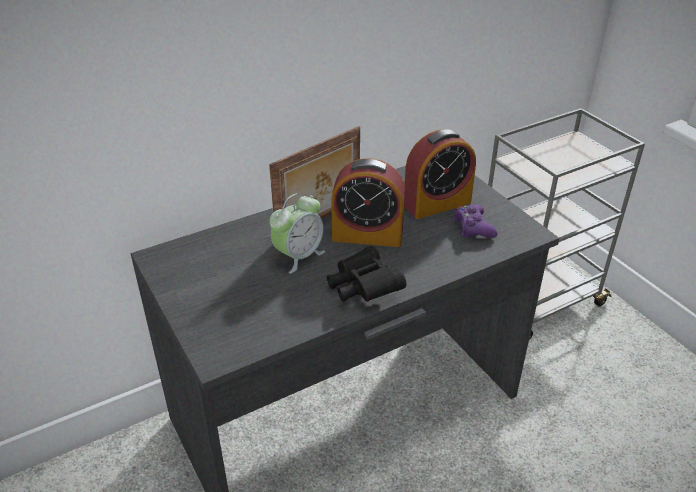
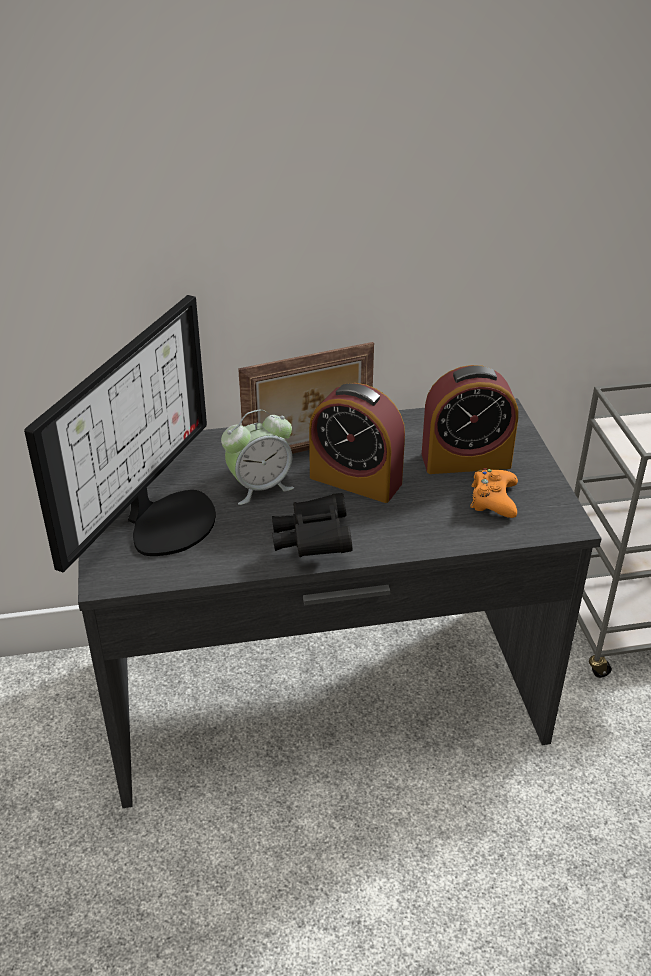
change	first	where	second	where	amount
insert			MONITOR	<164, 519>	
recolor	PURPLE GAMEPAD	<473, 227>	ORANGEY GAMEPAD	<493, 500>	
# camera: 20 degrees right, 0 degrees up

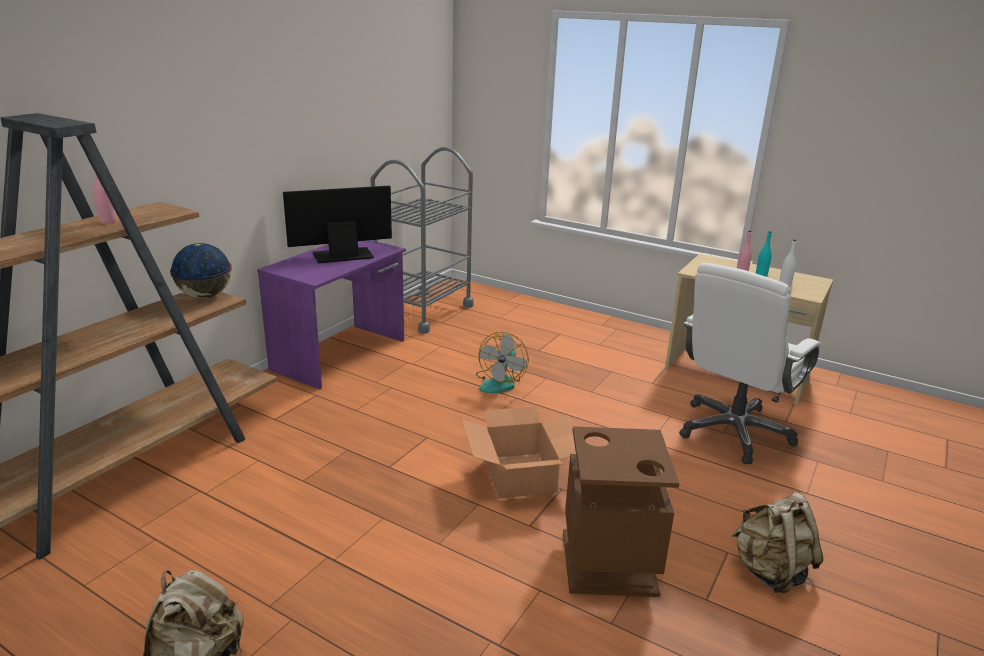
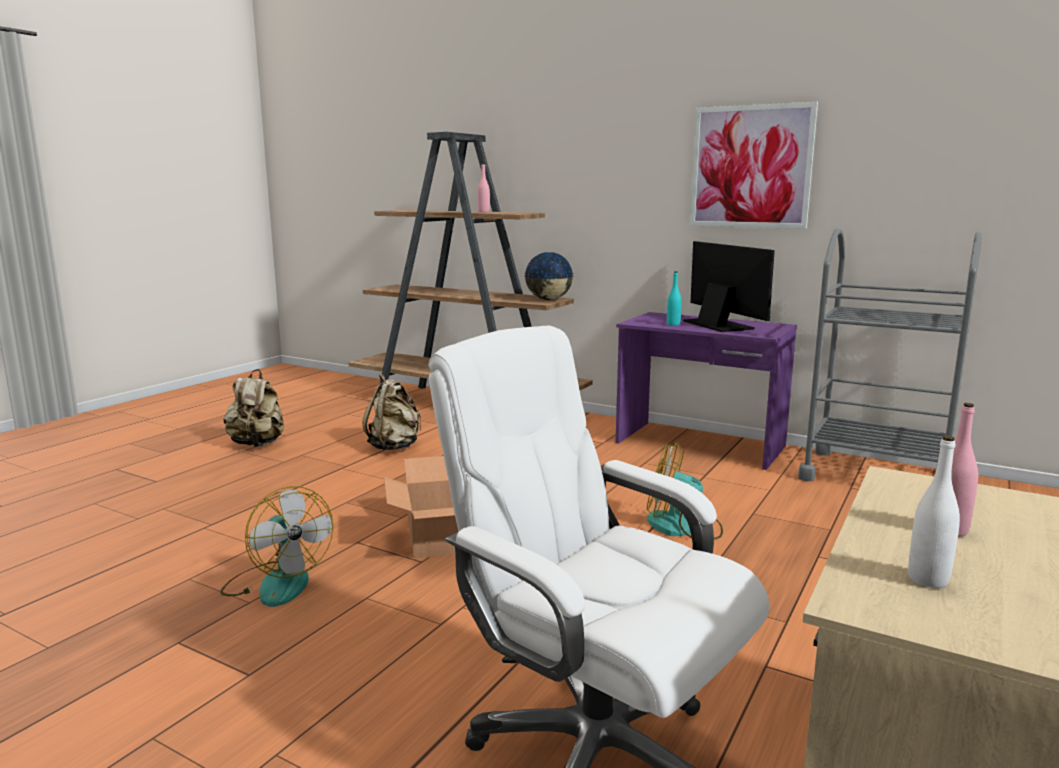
change	first	where	second	where	amount
insert			WALL ART	<750, 167>	
move	SAND-COLOURED RUCKSACK	<770, 572>		<395, 447>	
move	BLUE-GREEN BEVERAGE BOTTLE	<761, 275>		<673, 324>	
replace	BROWNISH RUBBISH BIN	<607, 562>	COOLING FAN	<277, 582>	
# camera: 90 degrees right, 10 degrees down

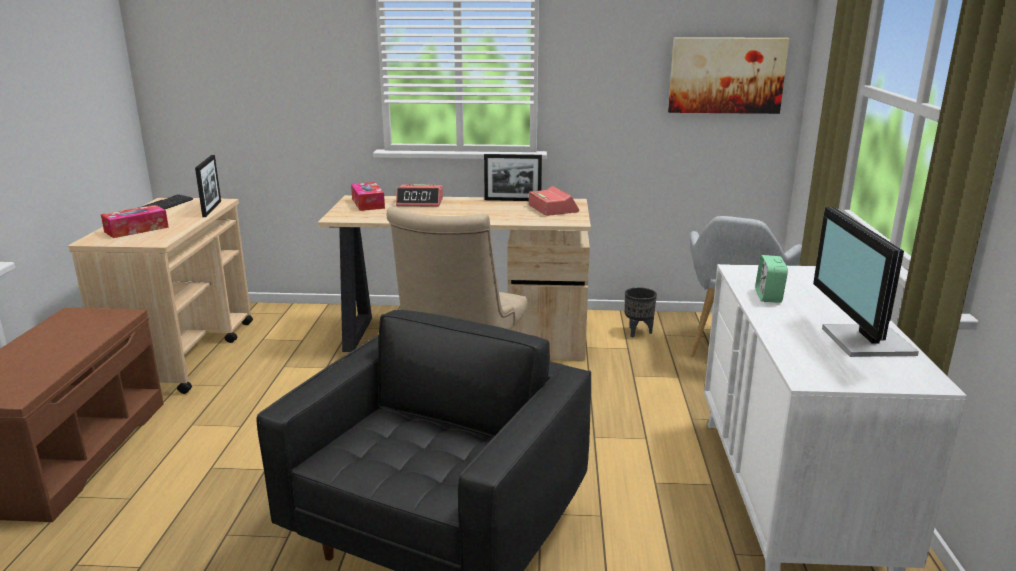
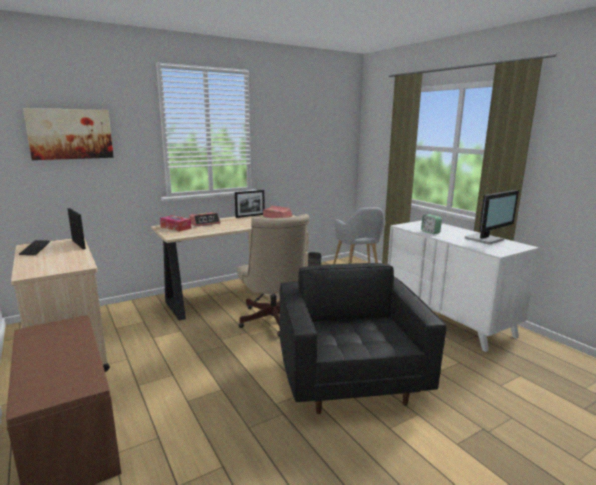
change	first	where	second	where	amount
delete	TISSUE HOLDER	<136, 229>			
move	WALL ART	<726, 75>		<70, 134>	
rotate	MONITOR	<864, 342>		<486, 239>	90 degrees counterclockwise
# camera: 35 degrees left, 5 degrees down

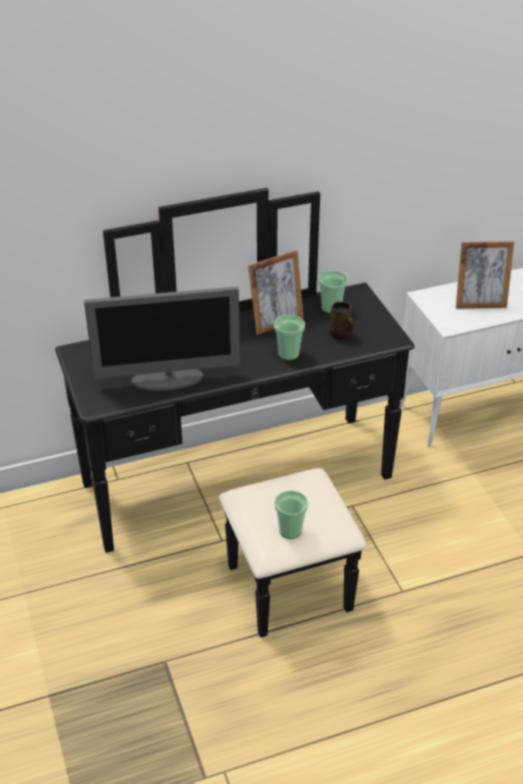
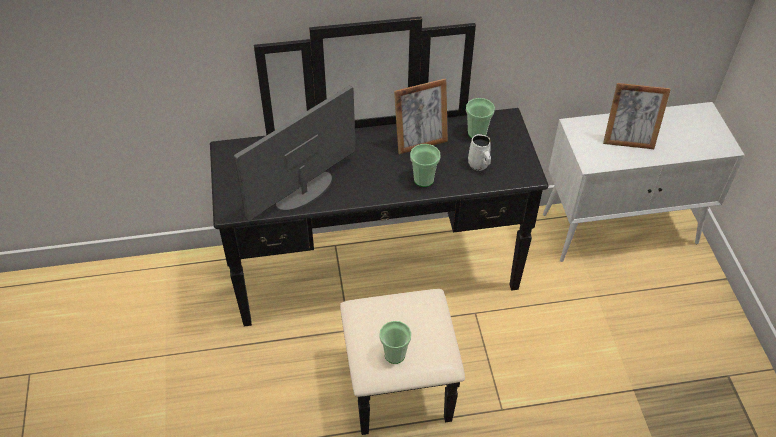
change	first	where	second	where	amount
recolor	BROWNISH MUG	<341, 335>	WHITISH MUG	<479, 165>	
rotate	MONITOR	<168, 379>		<304, 192>	135 degrees clockwise
# camera: 10 degrees right, 10 degrees up

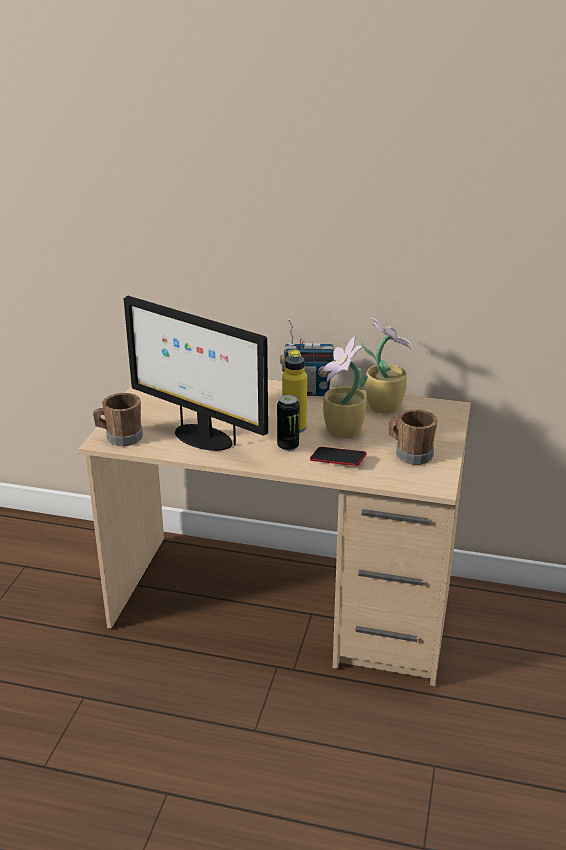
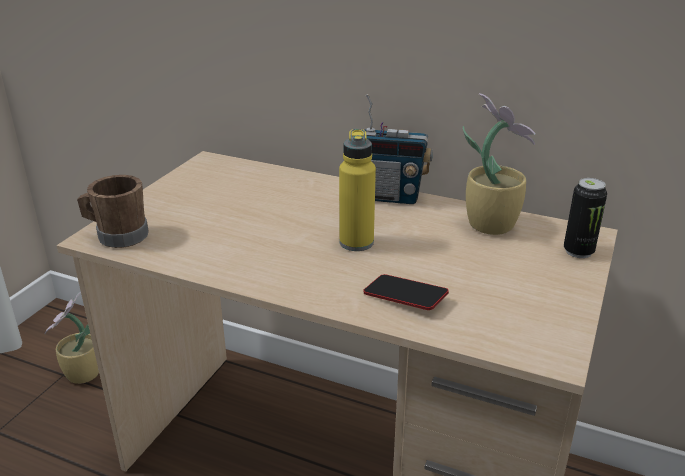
change	first	where	second	where	amount
delete	MONITOR	<201, 437>			
delete	BROWNISH MUG	<410, 454>			
move	METAL CAN	<288, 446>		<578, 251>	
move	PLANT IN A POT	<343, 432>		<82, 375>	
# camera: 10 degrees right, 0 degrees up

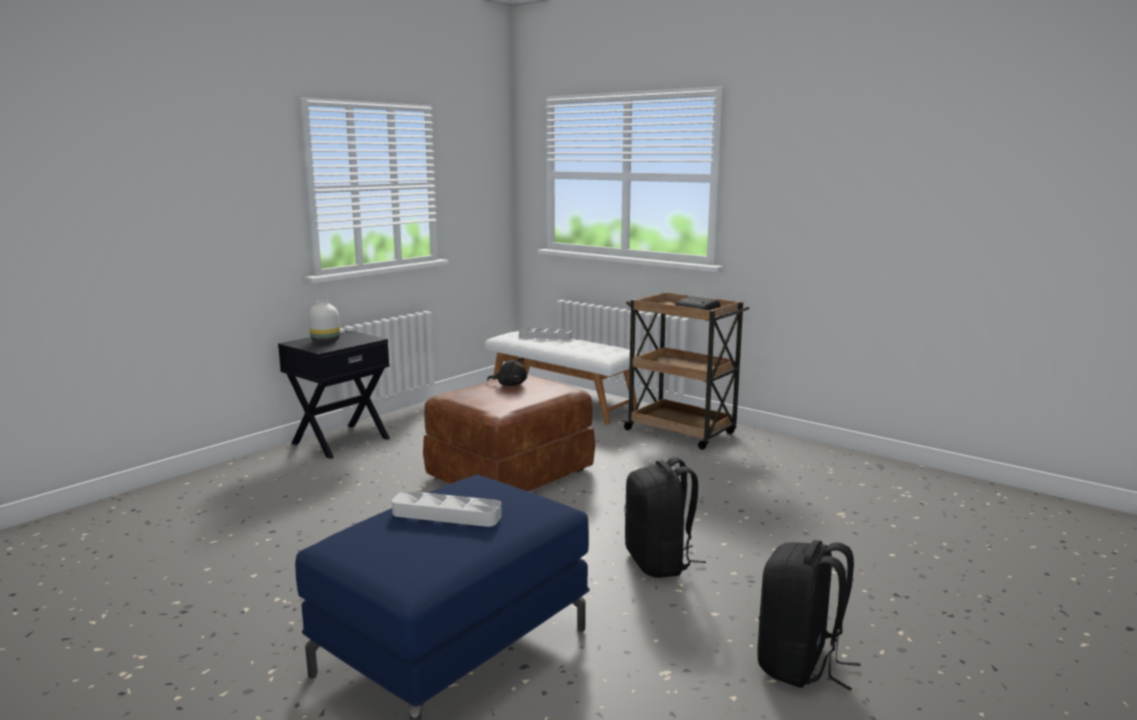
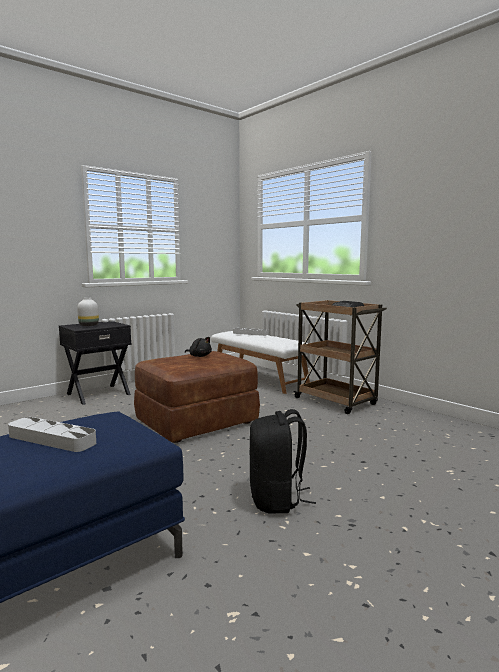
change	first	where	second	where	amount
delete	BLACKISH RUCKSACK	<800, 664>			
# camera: 10 degrees right, 5 degrees down

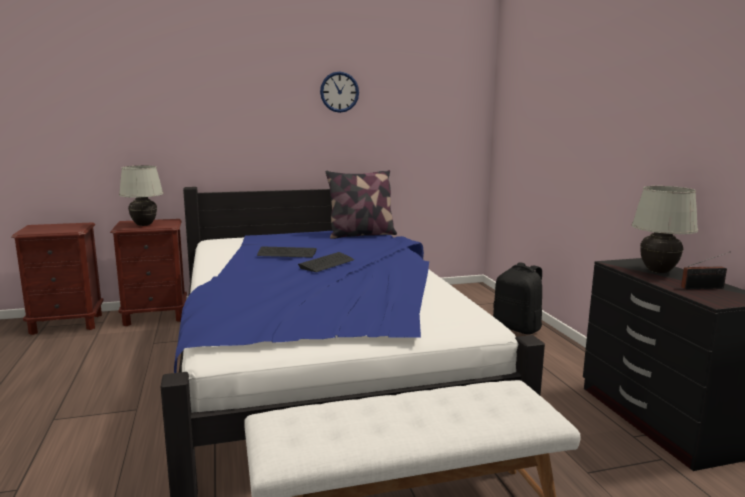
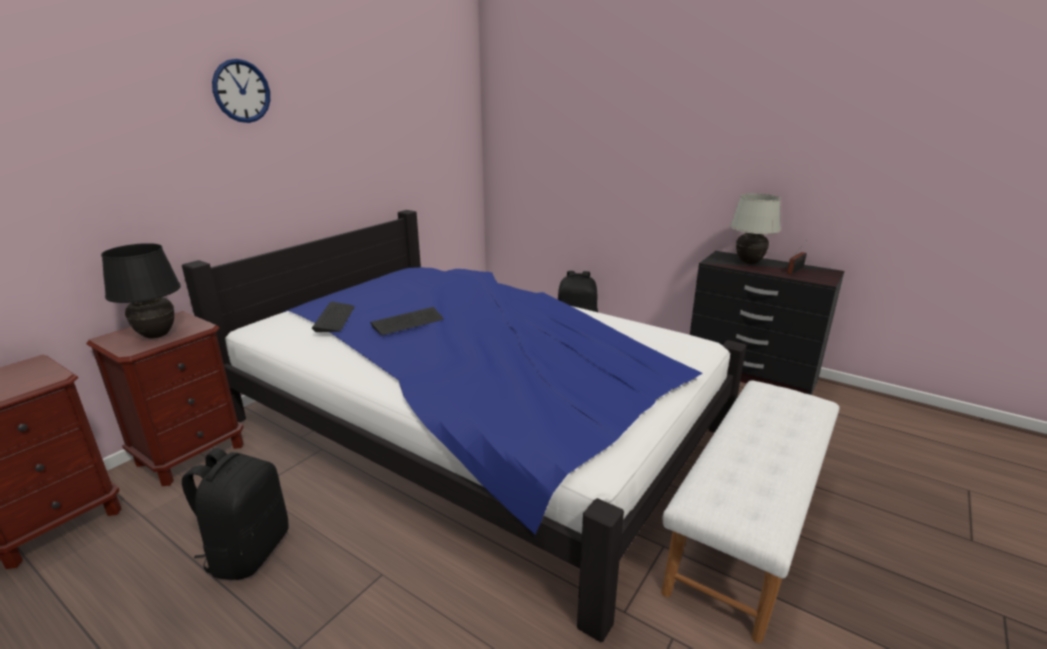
change	first	where	second	where	amount
delete	PILLOW	<361, 235>			
insert			BLACKISH RUCKSACK	<248, 551>	
move	PC KEYBOARD	<327, 263>		<334, 318>	
move	HANGING CLOCK	<339, 92>		<241, 91>	
recolor	WHITISH TABLETOP LAMP	<144, 225>	BLACKISH TABLETOP LAMP	<157, 335>	
# camera: 40 degrees left, 10 degrees up

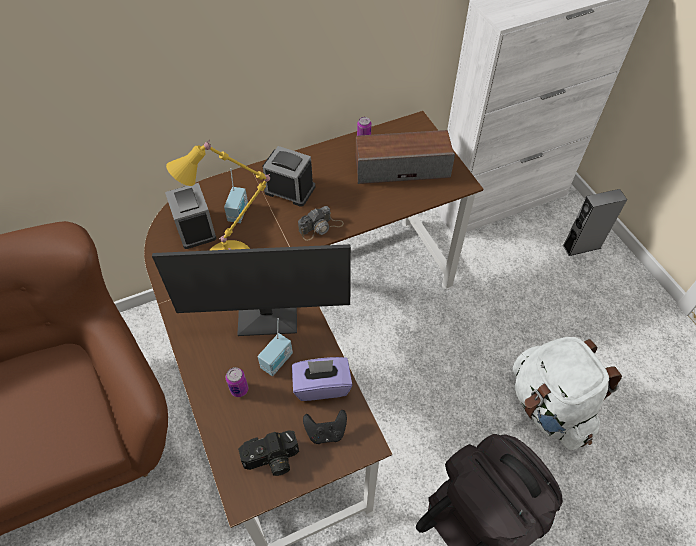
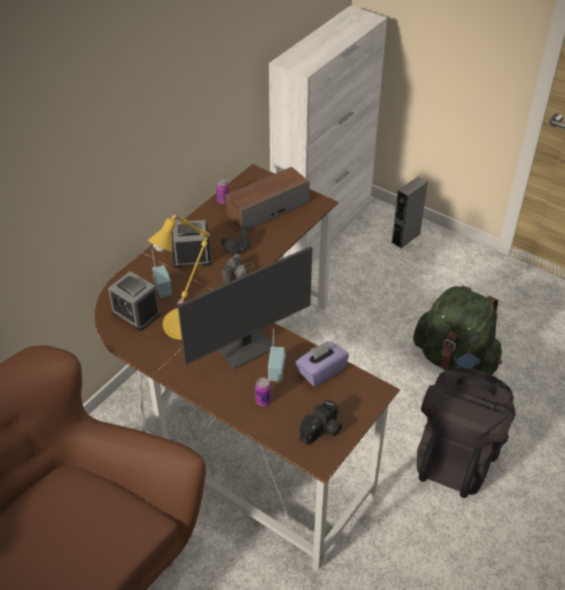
change	first	where	second	where	amount
move	BLACKISH GAMEPAD	<326, 432>		<237, 249>	
recolor	WHITISH RUCKSACK	<549, 407>	GREEN RUCKSACK	<455, 359>	
# camera: 30 degrees left, 10 degrees down

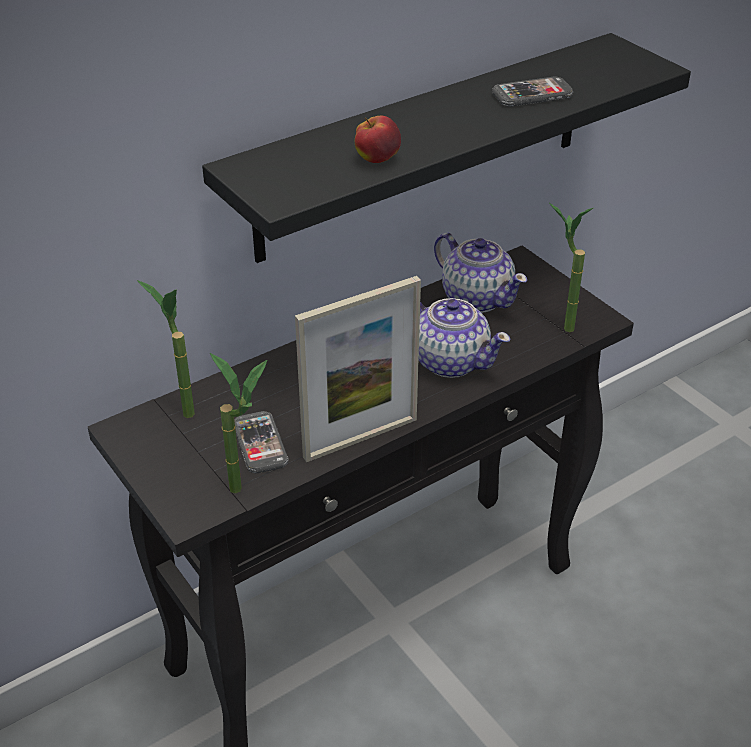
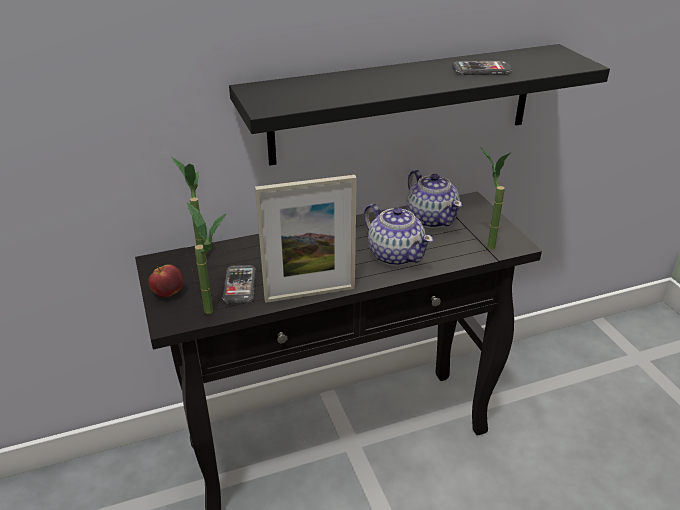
change	first	where	second	where	amount
move	WHOLE APPLE	<377, 159>		<168, 293>	
# camera: 15 degrees right, 5 degrees down

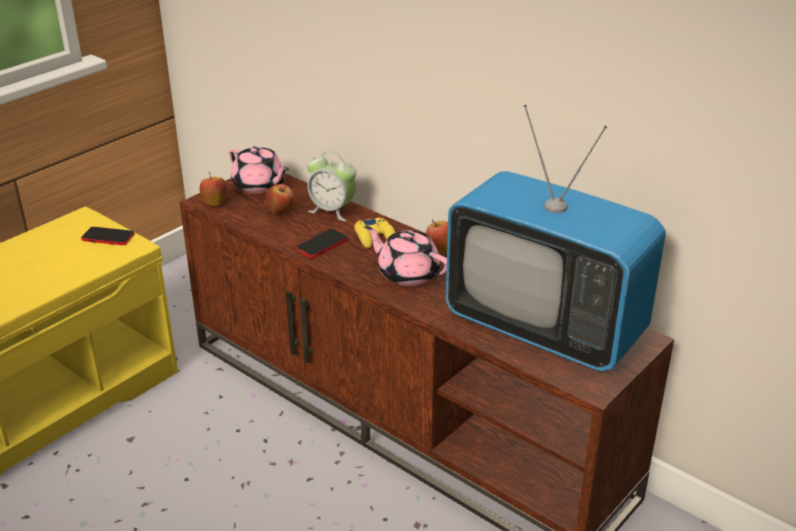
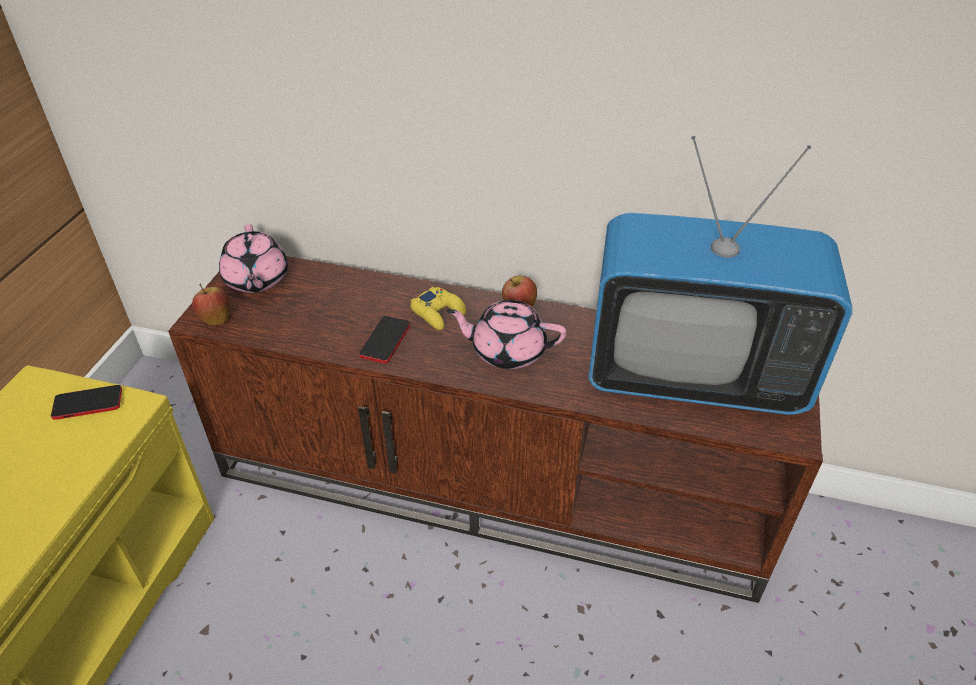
change	first	where	second	where	amount
delete	WHOLE APPLE	<281, 212>			
delete	TABLE CLOCK	<332, 211>			
rotate	PINK TEAPOT	<259, 186>		<256, 280>	60 degrees clockwise
# camera: 25 degrees left, 10 degrees up

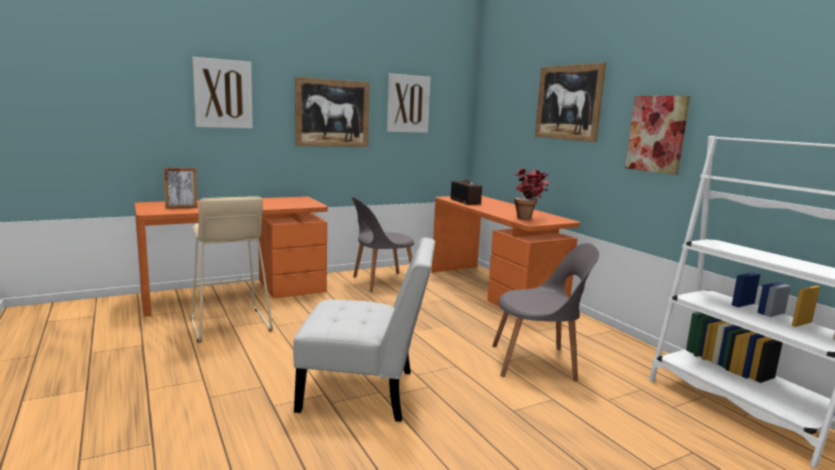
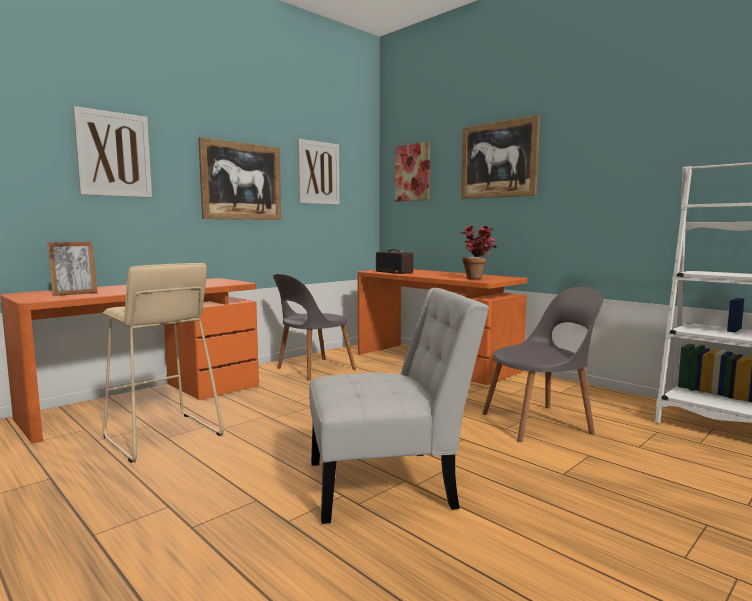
change	first	where	second	where	amount
move	WALL ART	<657, 134>		<413, 172>	
# camera: 15 degrees left, 5 degrees down

